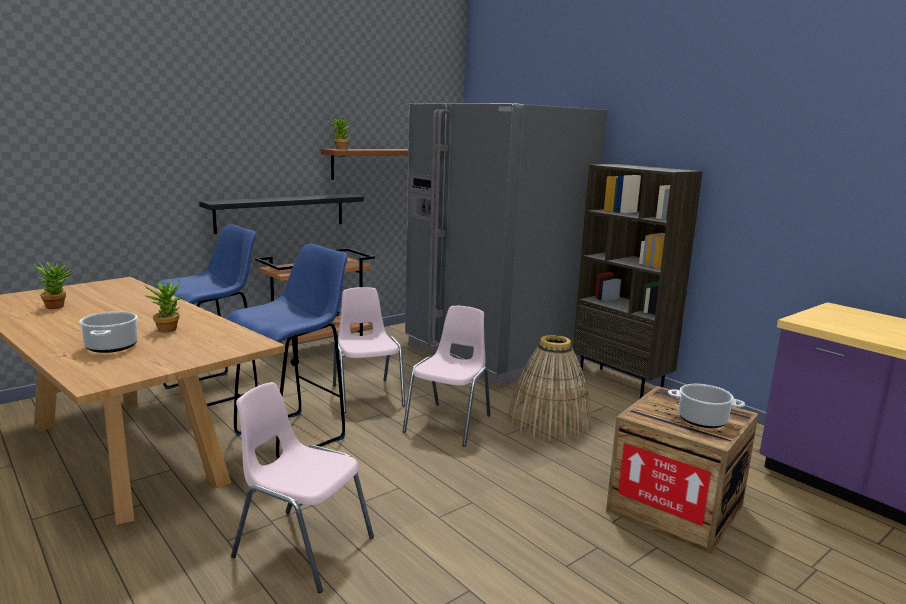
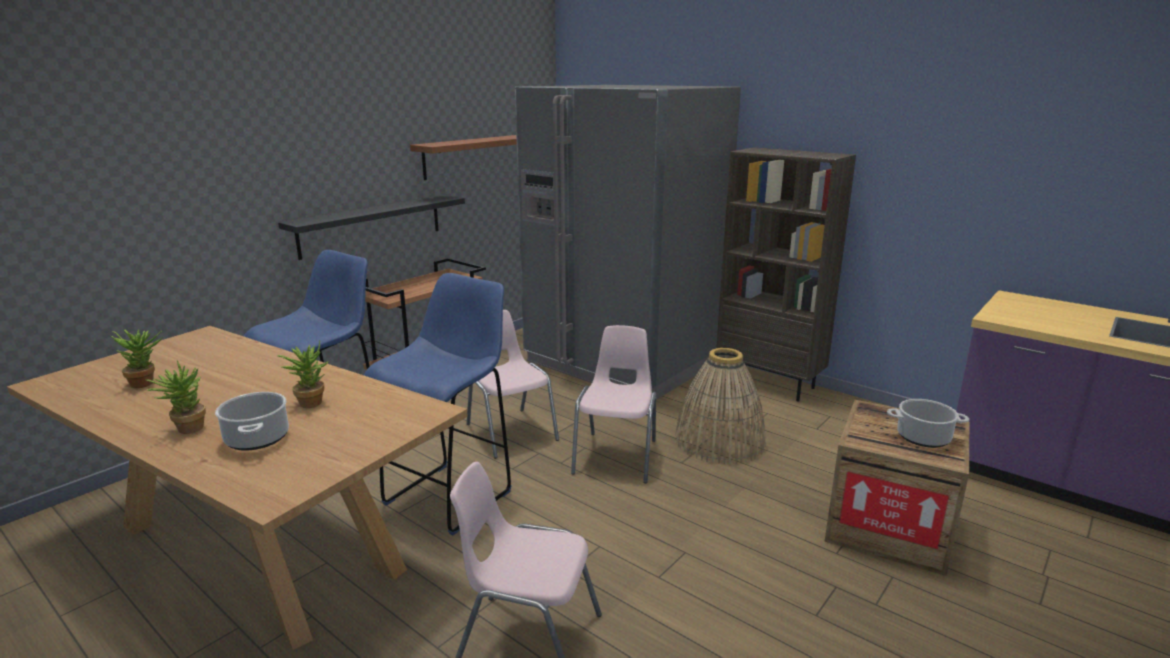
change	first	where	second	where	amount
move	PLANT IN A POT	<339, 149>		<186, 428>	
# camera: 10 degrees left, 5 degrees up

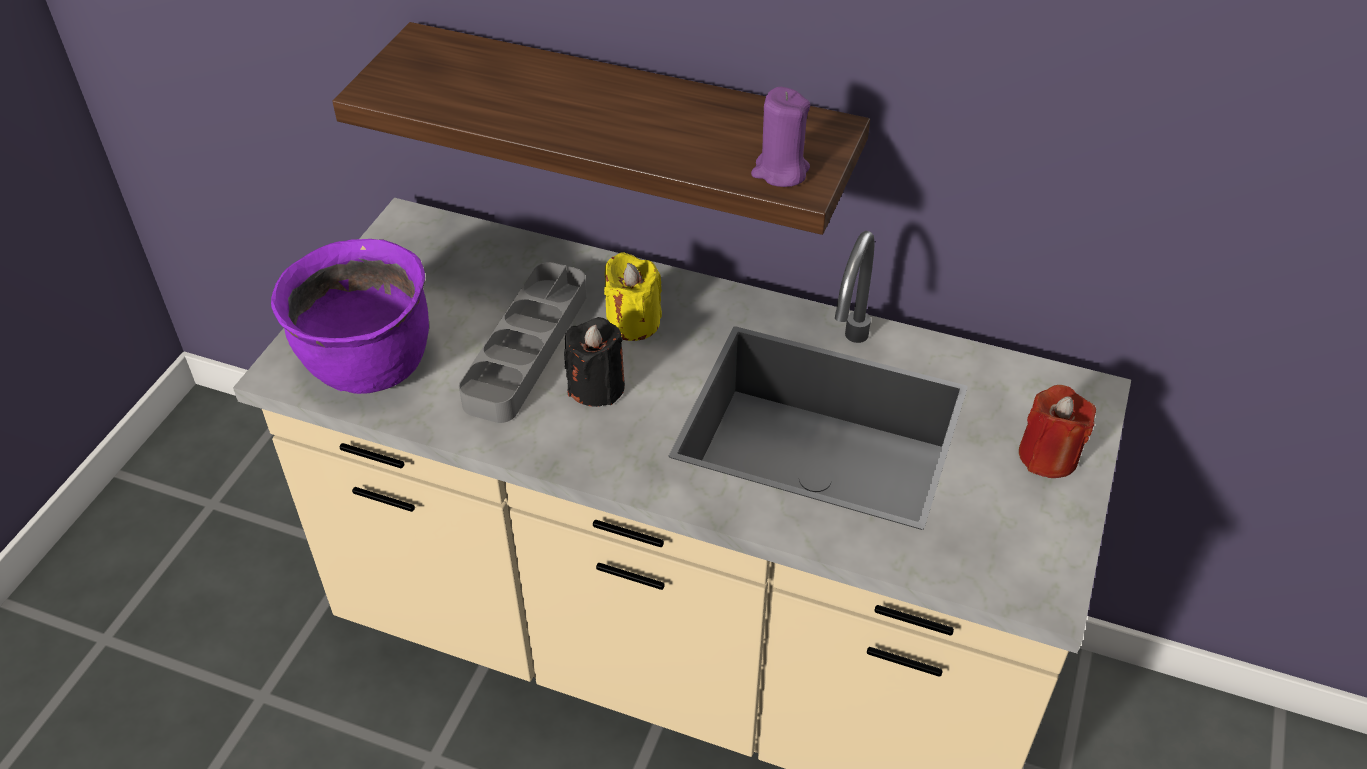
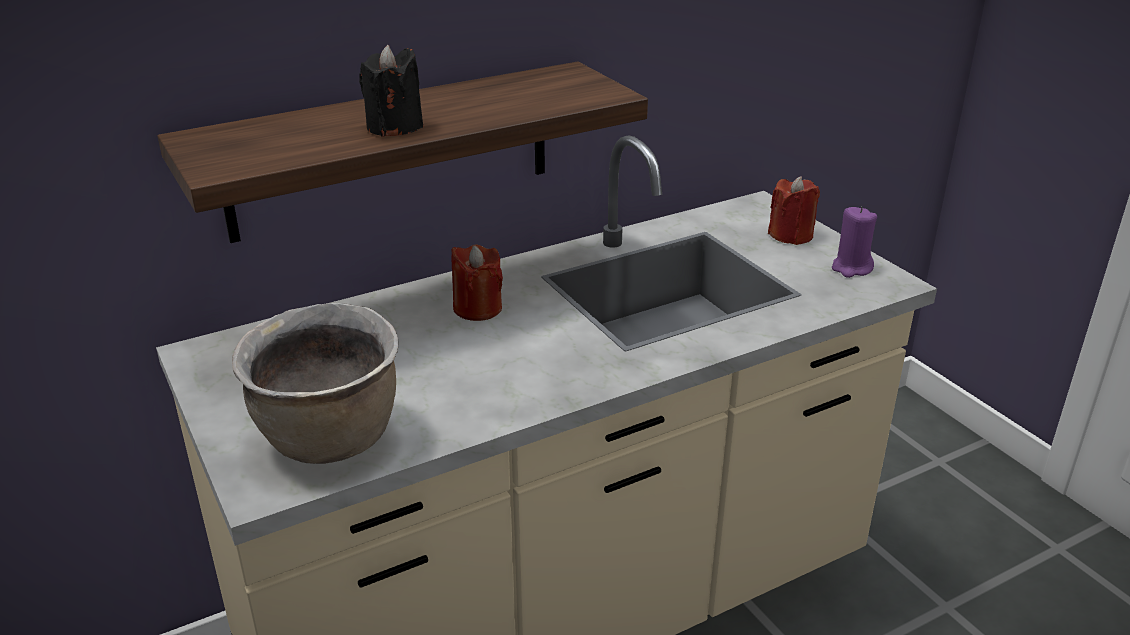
change	first	where	second	where	amount
delete	GREYISH SERVING TRAY	<527, 348>			
move	BLACKISH WAX CANDLE	<596, 387>		<394, 127>	
move	PURPLE WAX CANDLE	<780, 171>		<851, 268>	
recolor	PURPLE COOKING POT	<368, 366>	BROWNISH COOKING POT	<330, 440>	
recolor	YELLOW WAX CANDLE	<633, 322>	REDDISH WAX CANDLE	<477, 308>	
# camera: 50 degrees left, 15 degrees down

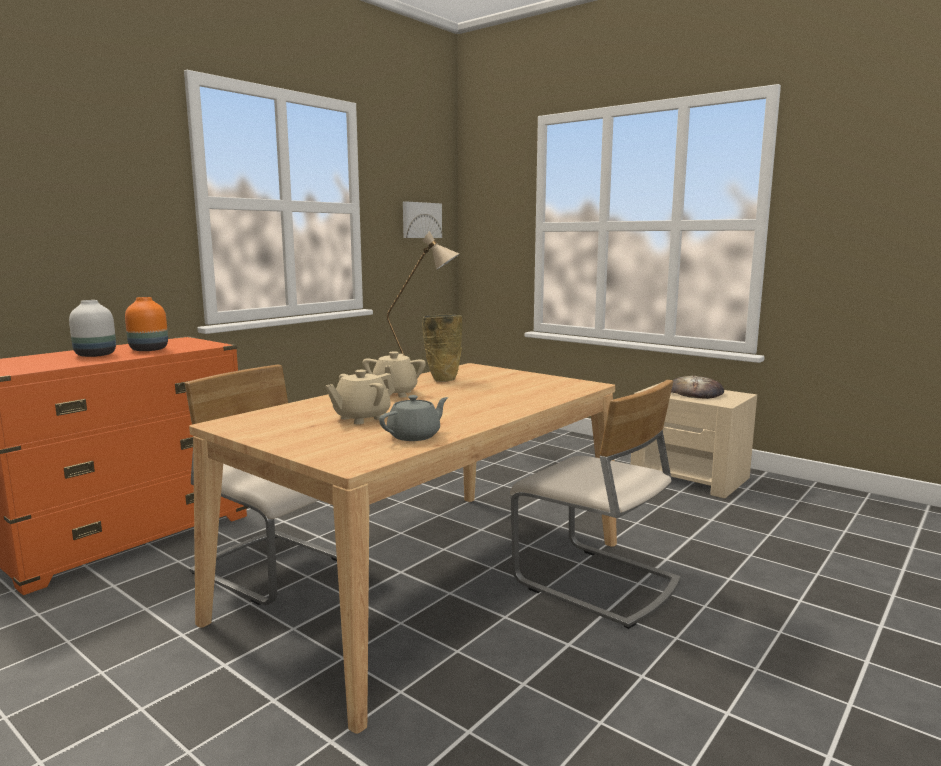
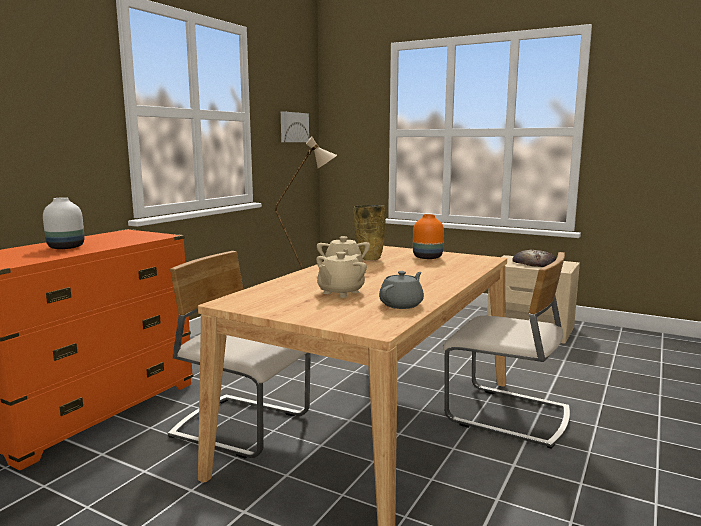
change	first	where	second	where	amount
move	ORANGEY VASE	<149, 350>		<427, 257>	
# camera: 10 degrees left, 0 degrees up

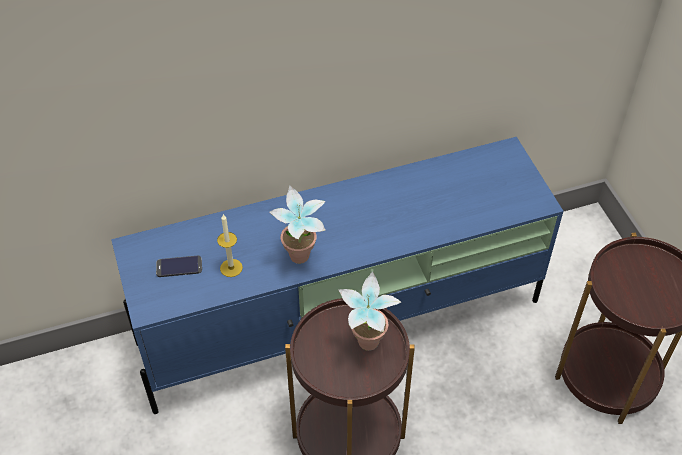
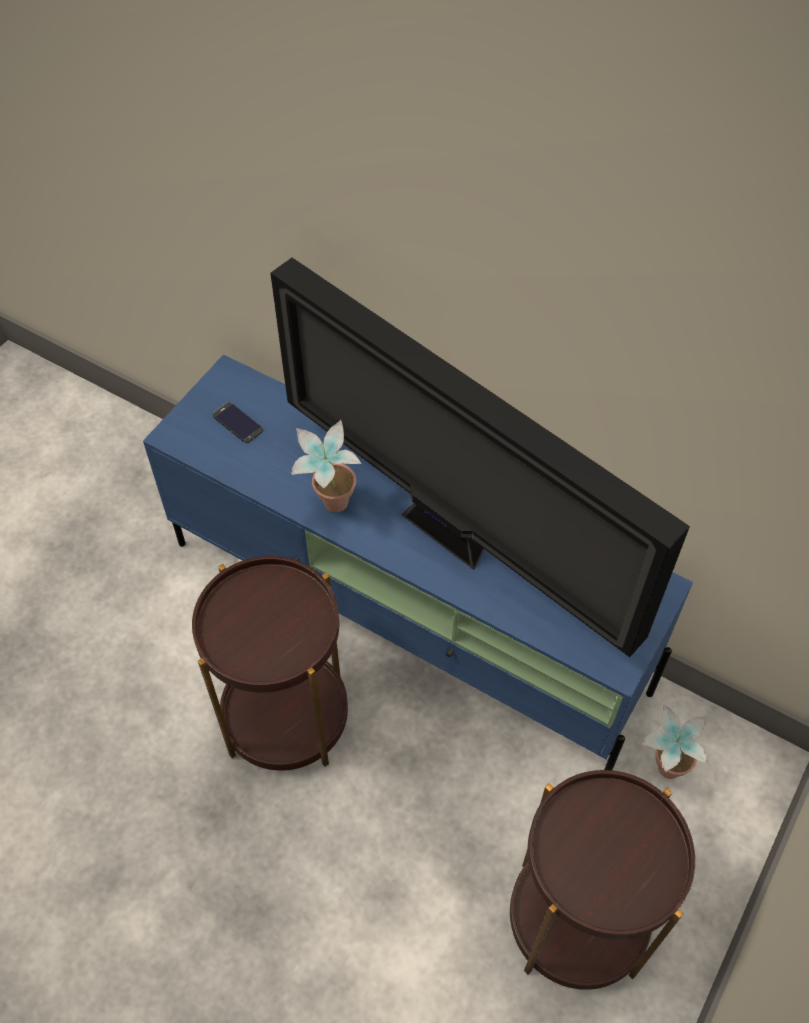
change	first	where	second	where	amount
delete	WAX CANDLE	<231, 268>			
insert			TV	<451, 537>	
move	PLANT IN A POT	<366, 348>		<661, 772>	
# camera: 50 degrees right, 5 degrees up

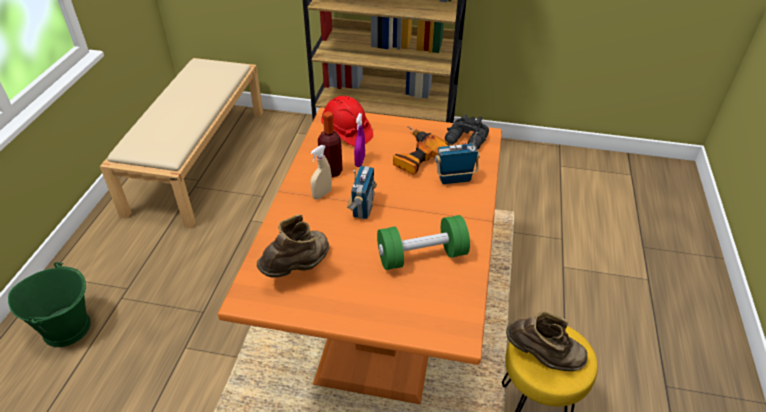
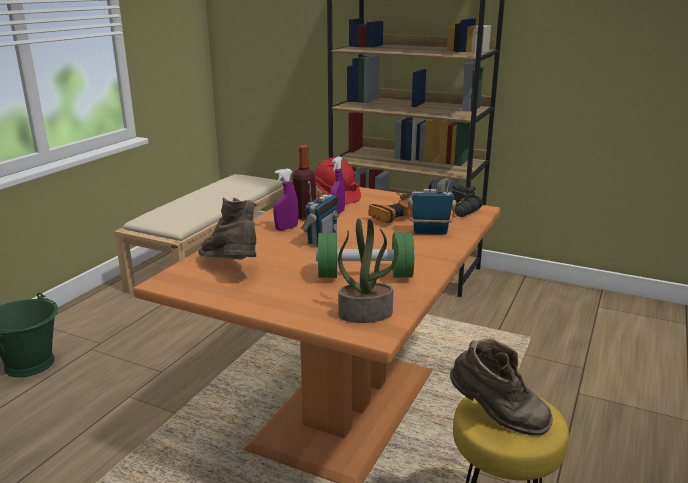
change	first	where	second	where	amount
insert			PLANT IN A POT	<366, 313>	
recolor	SAND-COLOURED SPRAYER	<322, 194>	PURPLE SPRAYER	<286, 228>	
rotate	BROWNISH HIGH-TOP BOOT	<298, 268>		<231, 269>	90 degrees counterclockwise
# camera: 15 degrees right, 20 degrees down

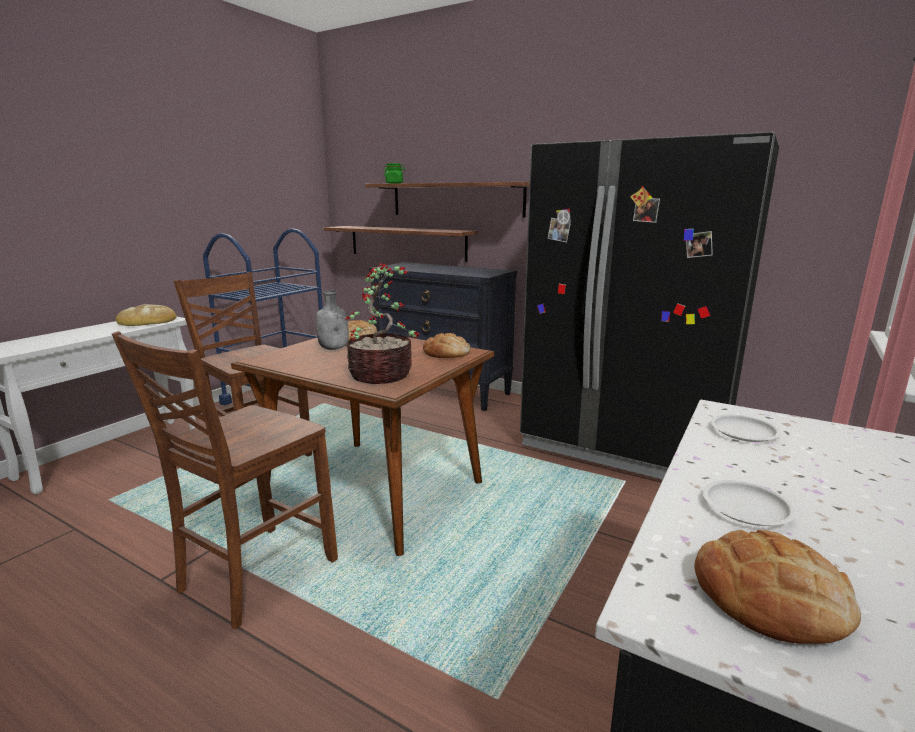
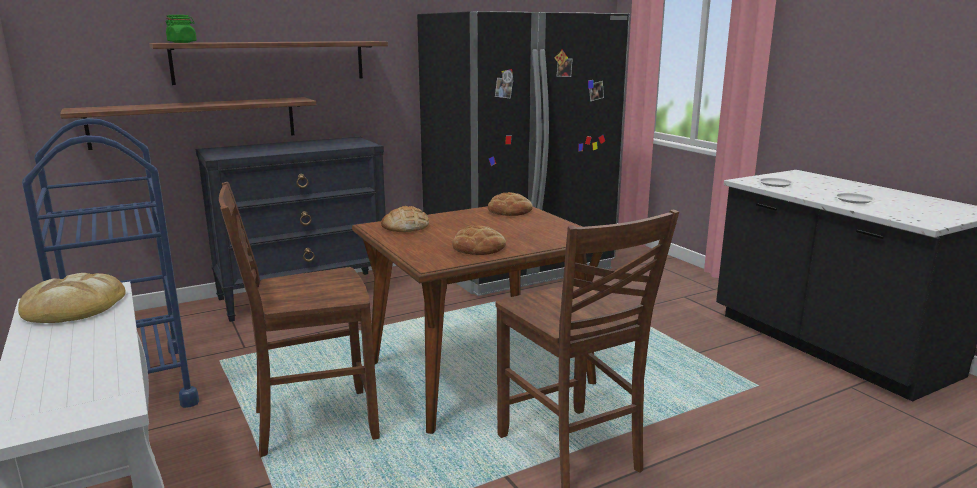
change	first	where	second	where	amount
delete	GREYISH BEVERAGE BOTTLE	<334, 348>			
delete	PLANT IN A POT	<382, 375>			
move	BREAD	<771, 596>		<479, 248>	
# camera: 60 degrees left, 0 degrees up

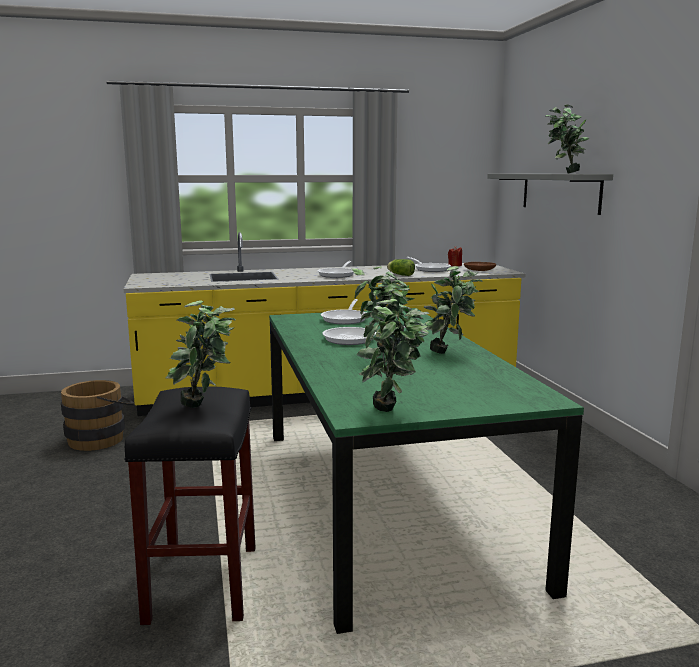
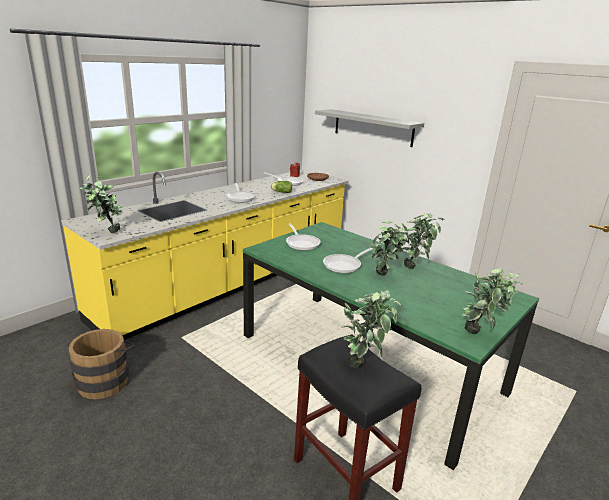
change	first	where	second	where	amount
move	PLANT IN A POT	<563, 173>		<106, 232>	
# camera: 35 degrees left, 10 degrees up

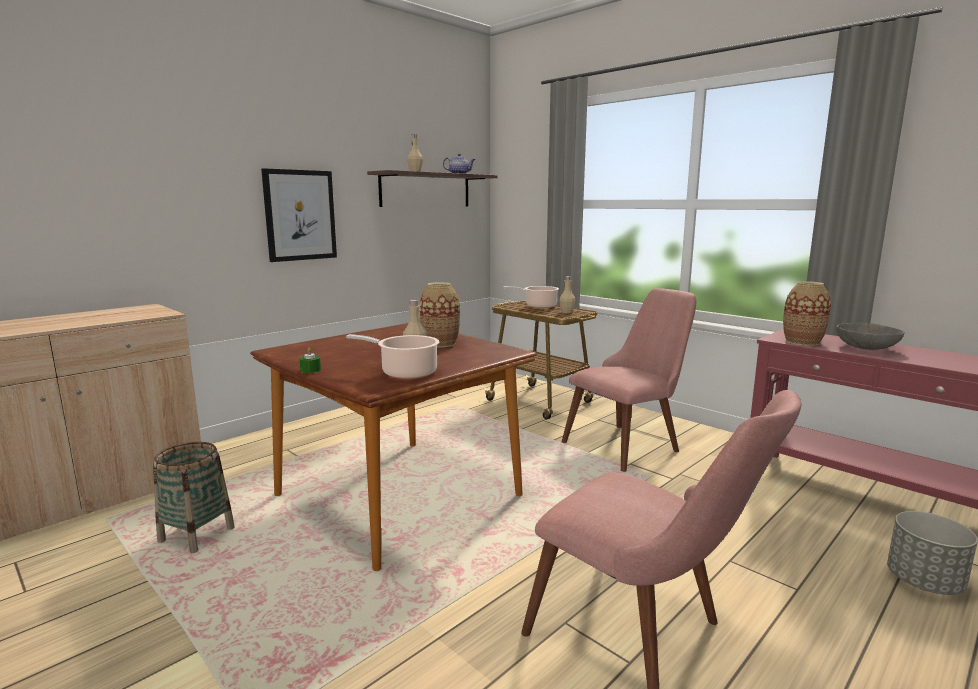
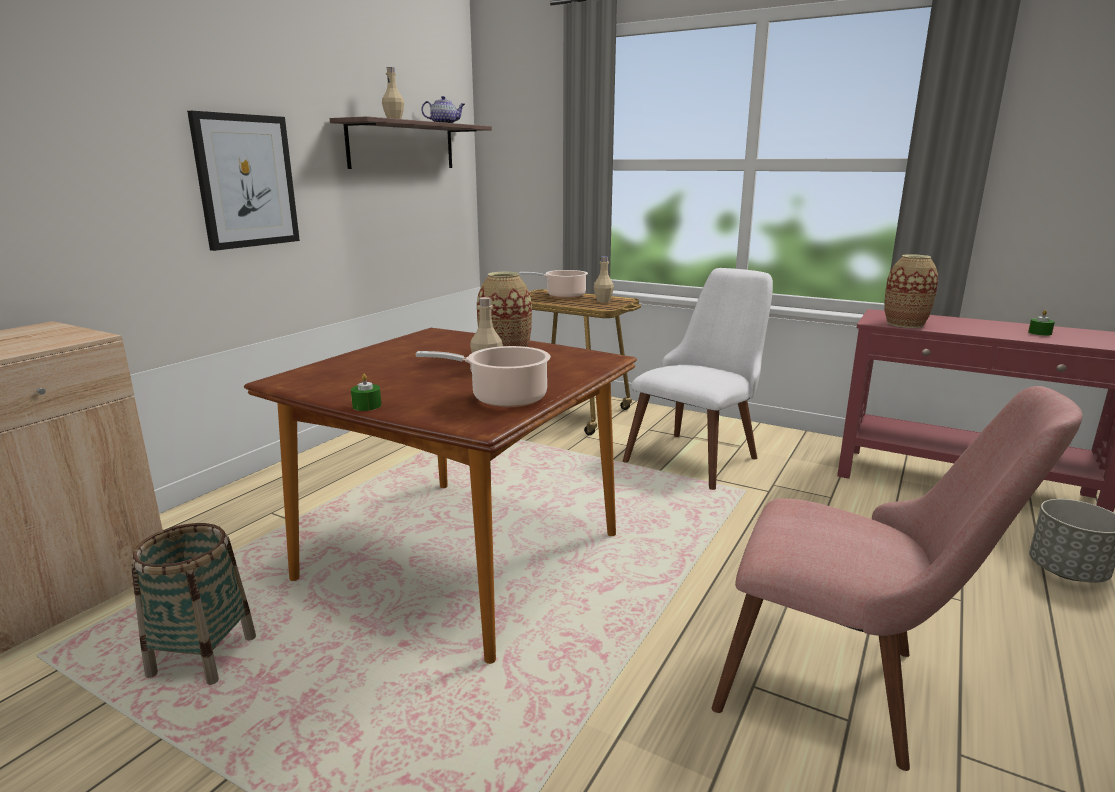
change	first	where	second	where	amount
delete	GREYISH BOWL	<866, 348>			
insert			GREEN WAX CANDLE	<1039, 333>	
recolor	PINK CHAIR	<629, 443>	WHITISH CHAIR	<700, 454>	
# camera: 15 degrees left, 5 degrees up

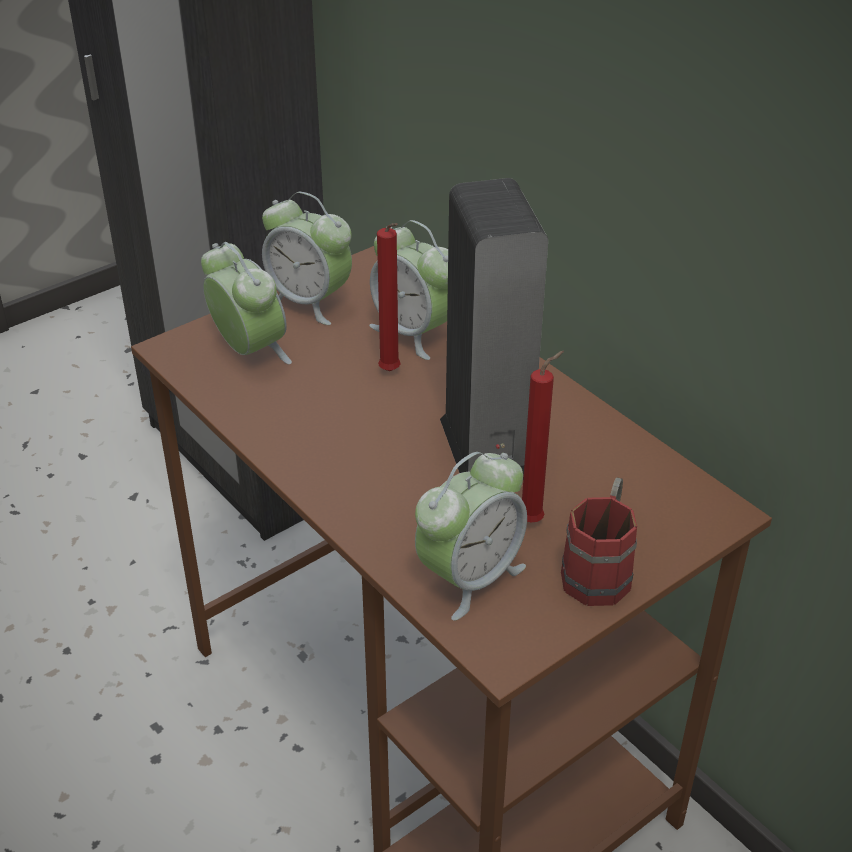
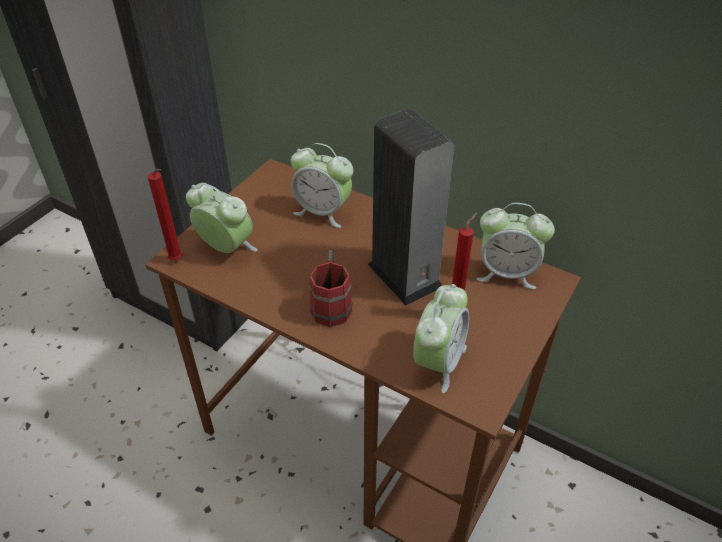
change	first	where	second	where	amount
move	TABLE CLOCK	<309, 302>		<507, 273>	
move	REDDISH WAX CANDLE	<391, 373>		<177, 261>	
move	REDDISH MUG	<600, 568>		<331, 303>	
# camera: 20 degrees left, 5 degrees up

